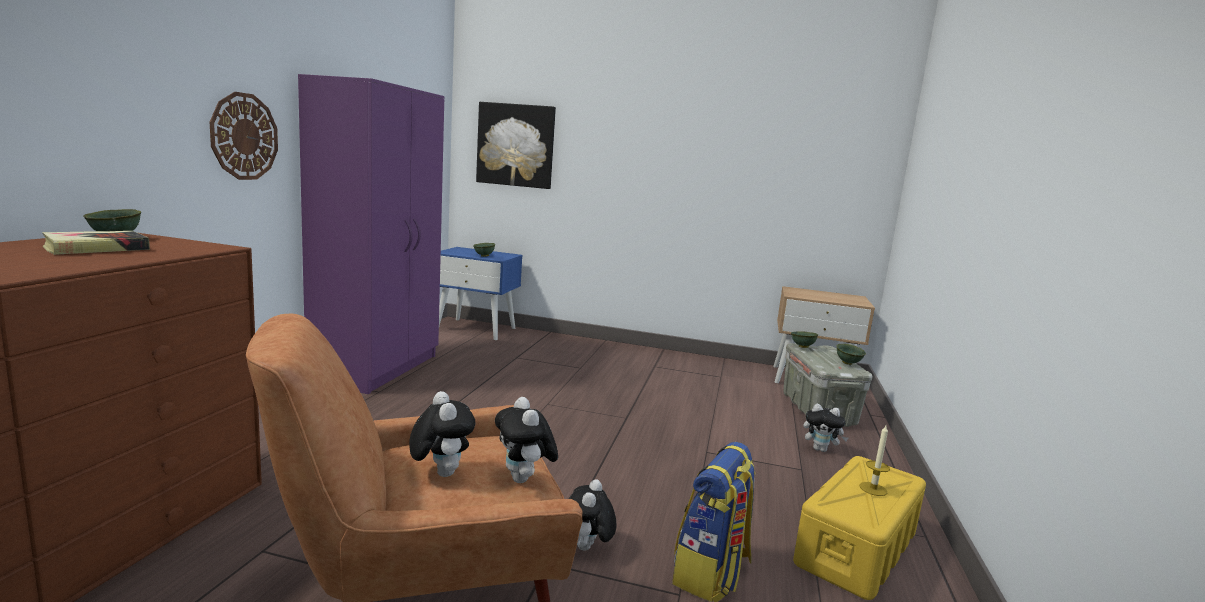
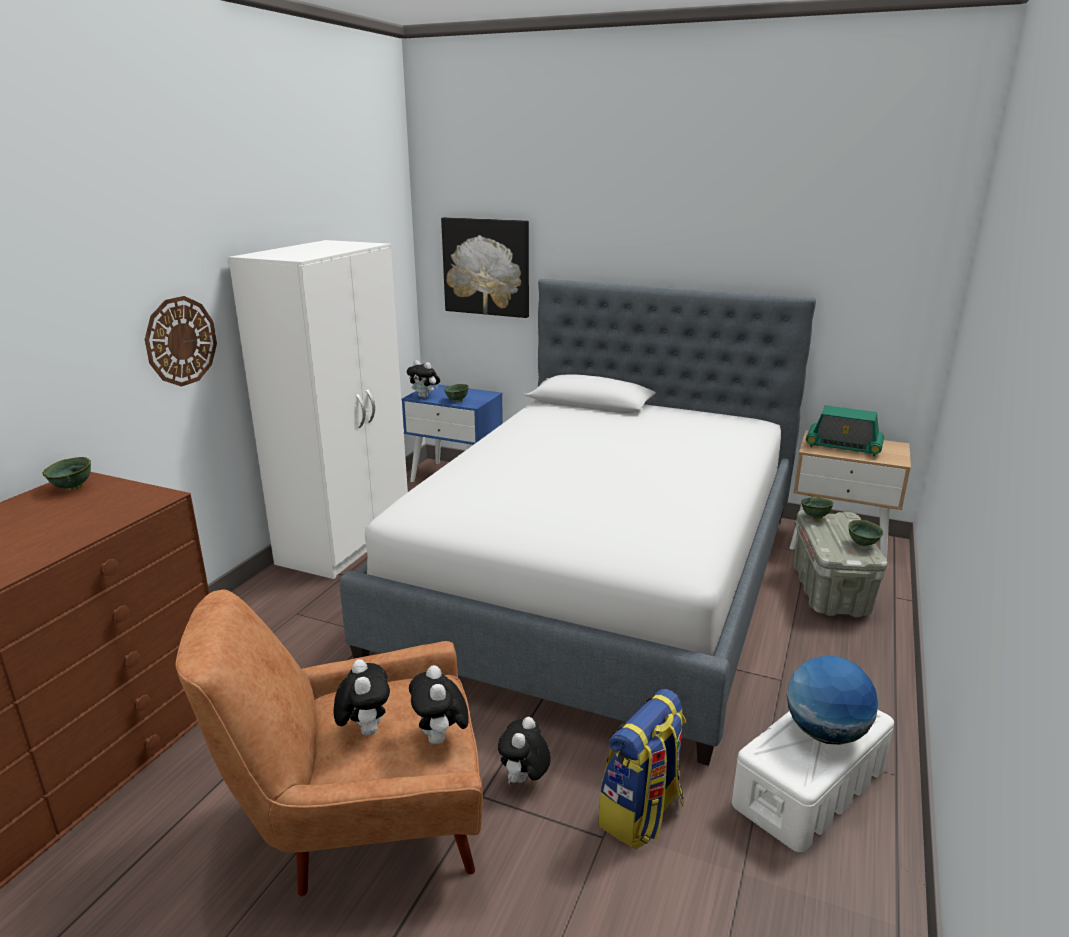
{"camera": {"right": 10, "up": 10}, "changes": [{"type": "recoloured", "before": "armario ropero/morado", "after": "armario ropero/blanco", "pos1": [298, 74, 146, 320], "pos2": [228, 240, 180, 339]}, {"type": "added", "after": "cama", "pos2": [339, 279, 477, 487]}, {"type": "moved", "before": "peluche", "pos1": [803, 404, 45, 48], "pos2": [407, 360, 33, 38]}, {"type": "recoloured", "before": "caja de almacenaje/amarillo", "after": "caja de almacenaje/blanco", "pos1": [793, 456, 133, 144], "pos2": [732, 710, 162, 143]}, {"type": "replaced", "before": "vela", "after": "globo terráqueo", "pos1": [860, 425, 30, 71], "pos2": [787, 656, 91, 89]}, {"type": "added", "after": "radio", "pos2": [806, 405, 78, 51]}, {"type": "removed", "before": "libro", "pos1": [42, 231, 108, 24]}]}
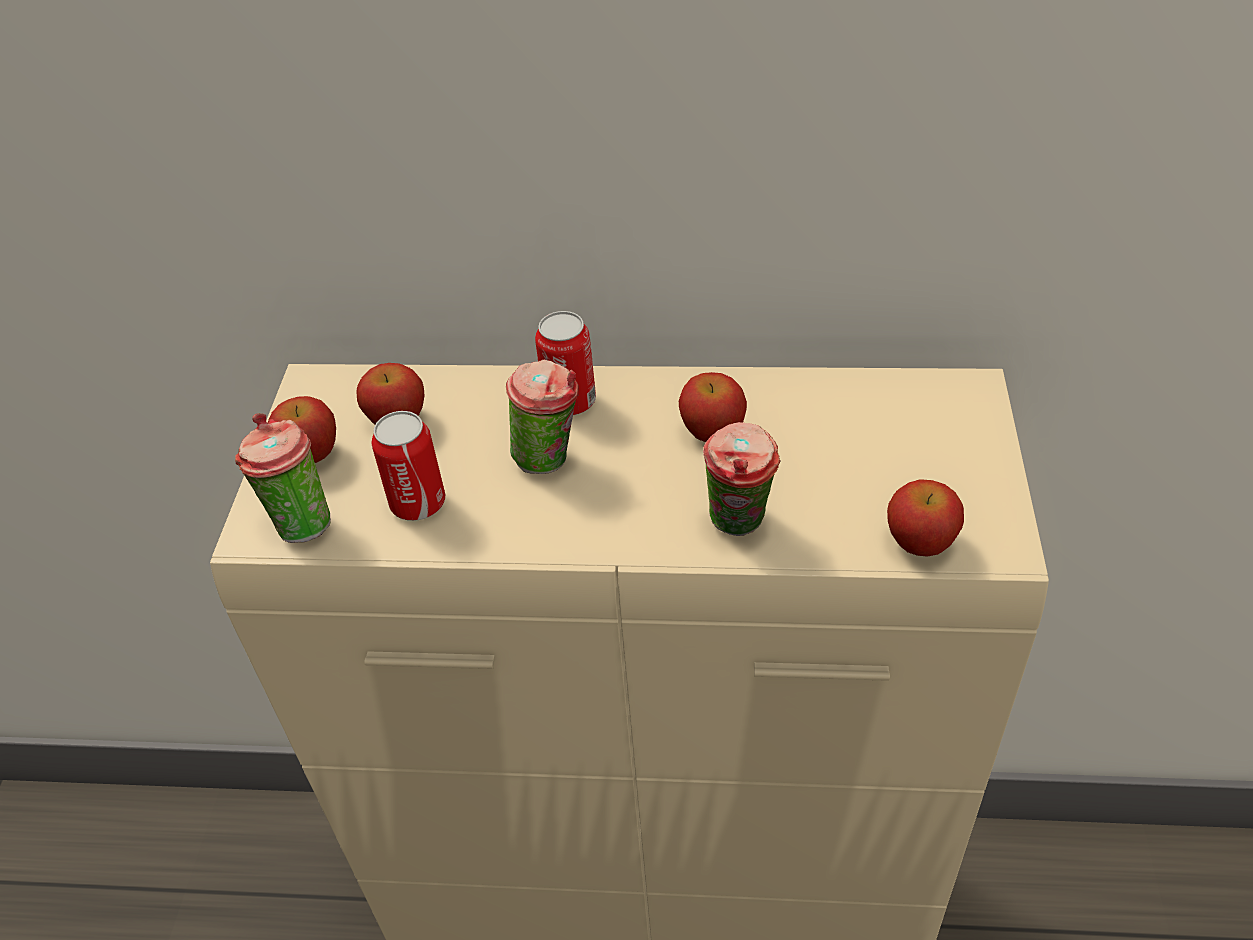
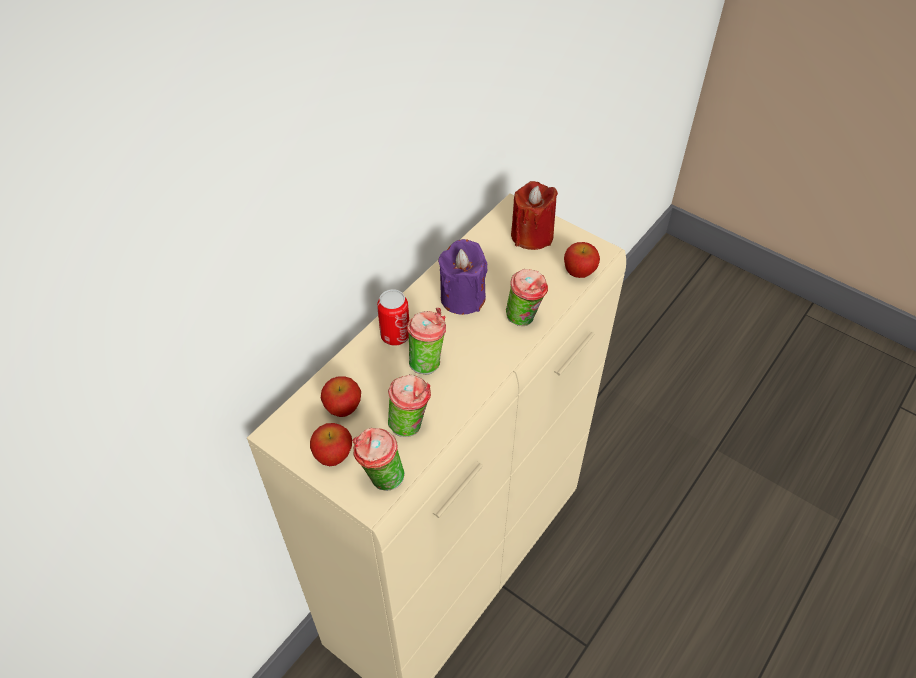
{"camera": {"right": -60, "up": 5}, "changes": [{"type": "replaced", "before": "lata", "after": "taza", "pos1": [372, 411, 73, 110], "pos2": [388, 375, 43, 62]}, {"type": "replaced", "before": "manzana", "after": "vela/morado", "pos1": [679, 372, 68, 70], "pos2": [438, 239, 49, 76]}, {"type": "added", "after": "vela/rojo", "pos2": [511, 181, 47, 69]}]}
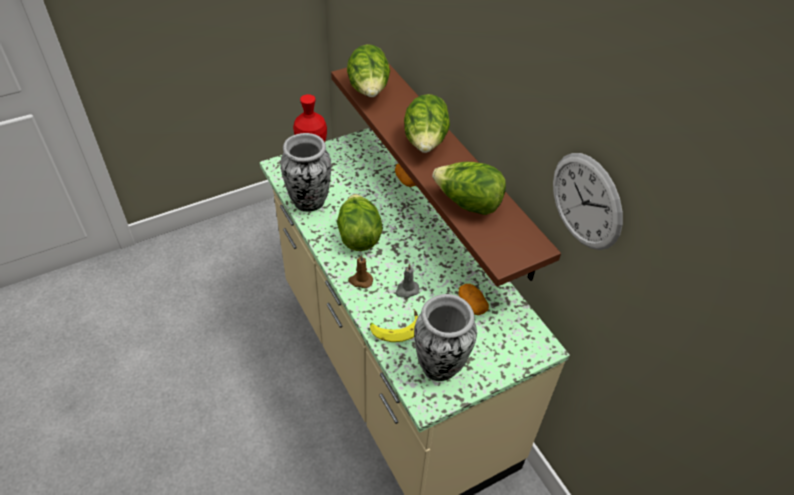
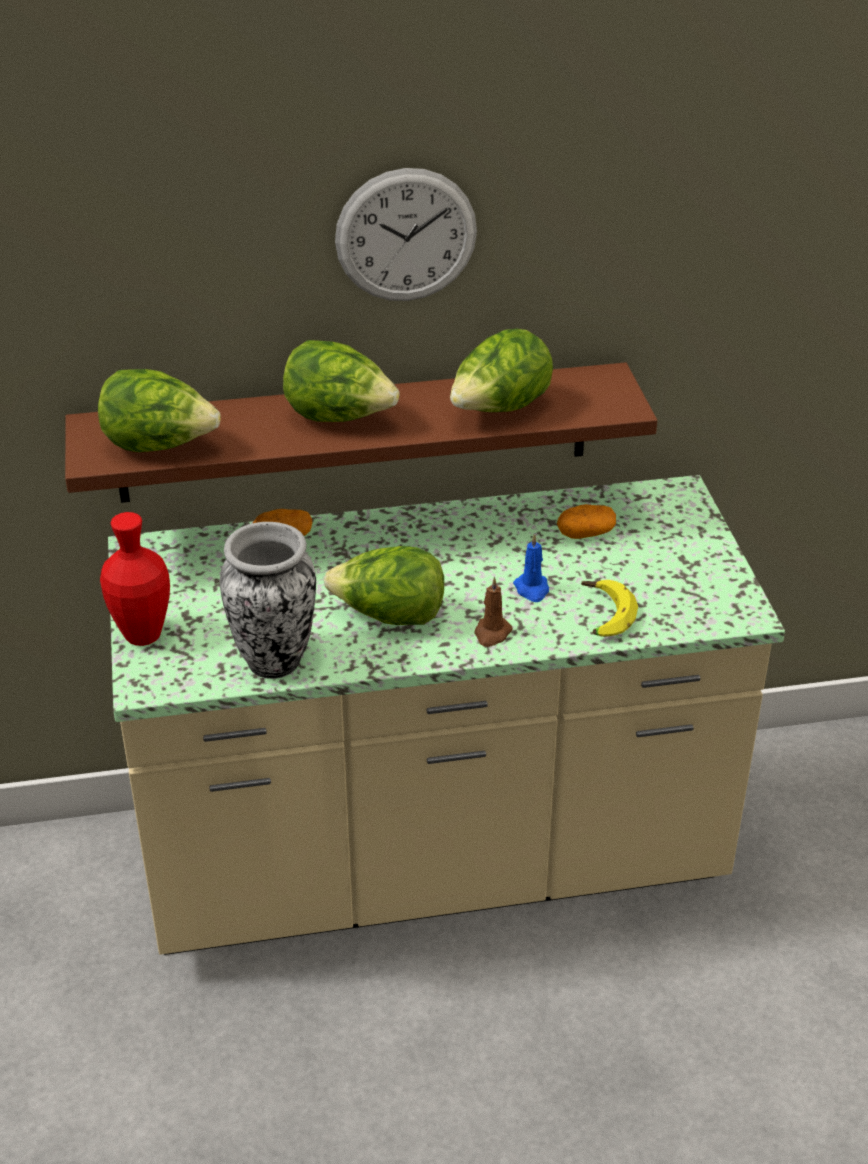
{"camera": {"right": -70, "up": -10}, "changes": [{"type": "moved", "before": "reloj de pared", "pos1": [553, 153, 70, 97], "pos2": [335, 168, 142, 133]}, {"type": "recoloured", "before": "vela/gris", "after": "vela/azul", "pos1": [395, 264, 25, 34], "pos2": [513, 533, 36, 69]}, {"type": "removed", "before": "florero", "pos1": [414, 294, 63, 87]}]}
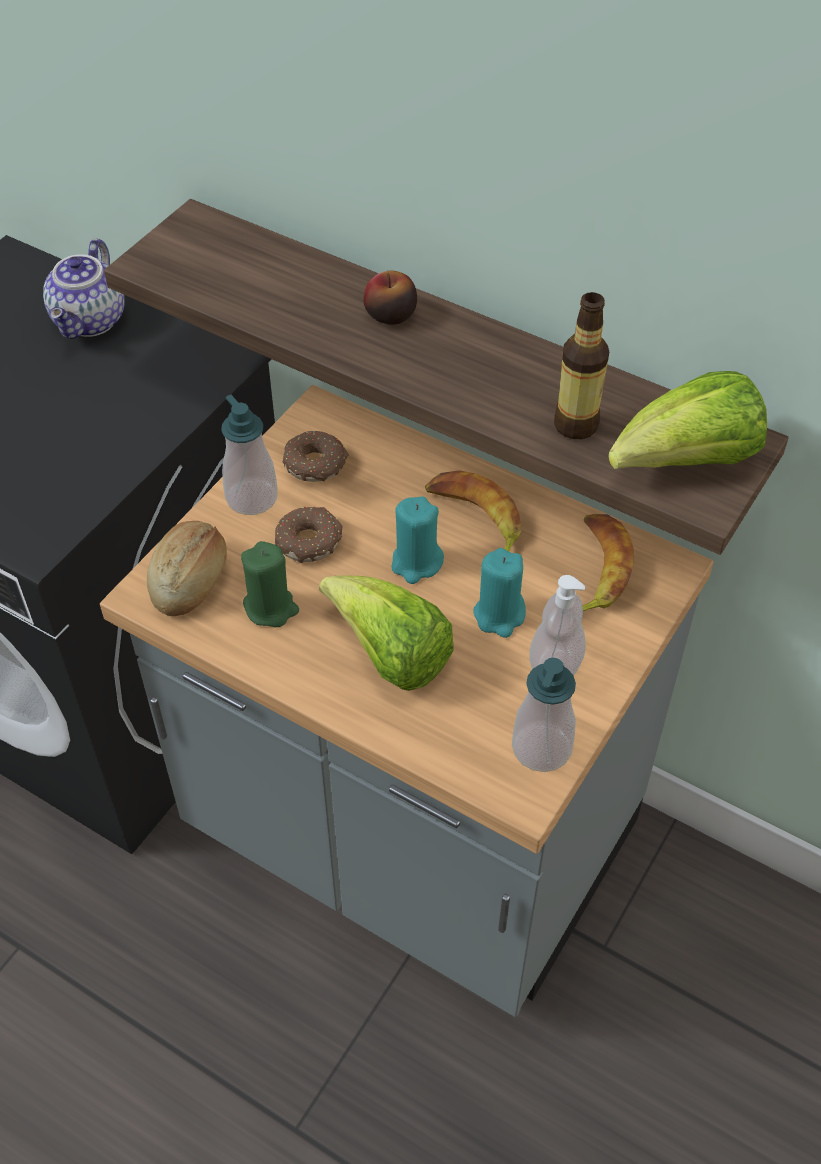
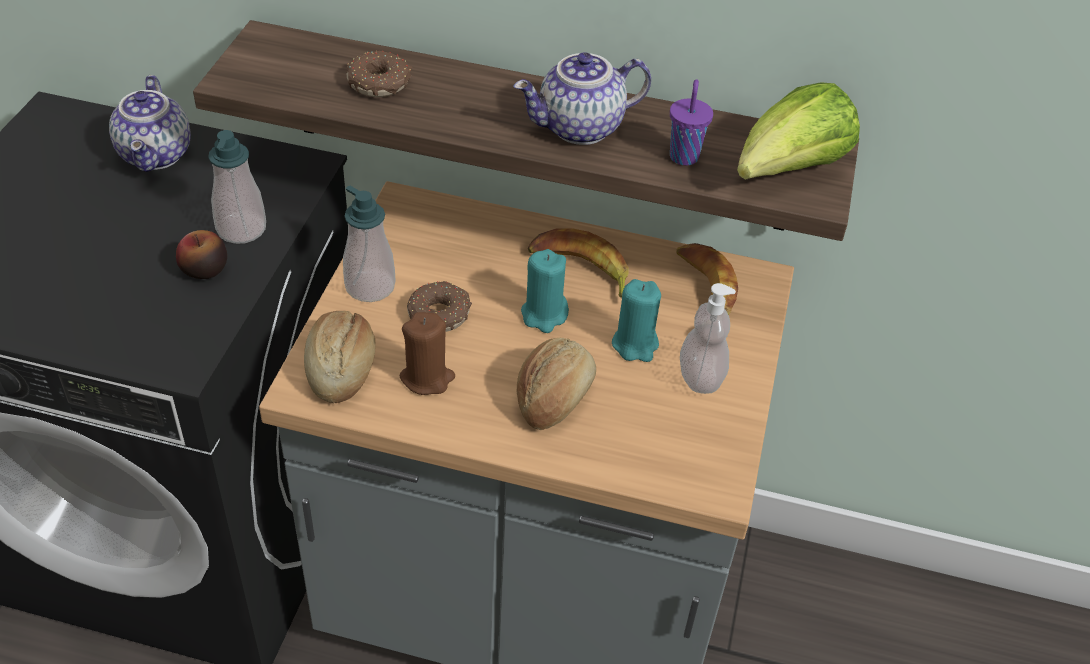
{"camera": {"right": -20, "up": -5}, "changes": [{"type": "moved", "before": "manzana", "pos1": [364, 271, 53, 54], "pos2": [176, 230, 51, 49]}, {"type": "moved", "before": "dispensador de jabón", "pos1": [512, 658, 64, 114], "pos2": [208, 130, 58, 114]}, {"type": "moved", "before": "rosquilla", "pos1": [283, 430, 66, 52], "pos2": [346, 51, 67, 46]}, {"type": "recoloured", "before": "vela/verde", "after": "vela/marrón", "pos1": [241, 541, 58, 86], "pos2": [399, 312, 56, 83]}, {"type": "added", "after": "tetera", "pos2": [513, 52, 138, 93]}, {"type": "replaced", "before": "lechuga", "after": "pan", "pos1": [319, 575, 134, 116], "pos2": [517, 338, 79, 92]}, {"type": "replaced", "before": "botella", "after": "taza/morado", "pos1": [554, 292, 55, 147], "pos2": [670, 79, 43, 87]}]}
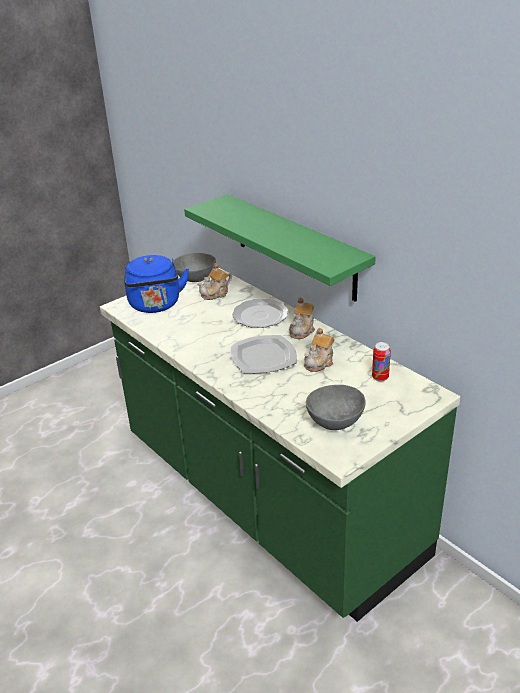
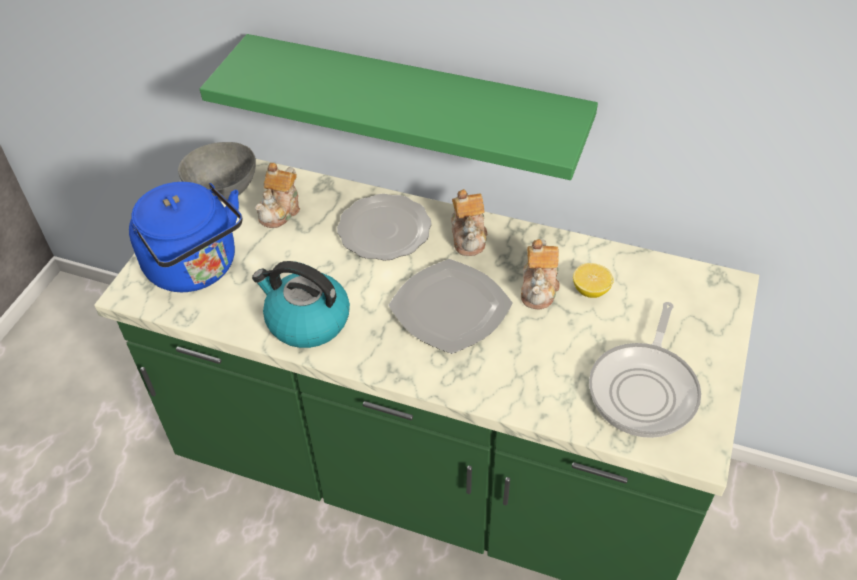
{"camera": {"right": -30, "up": 15}, "changes": [{"type": "added", "after": "hervidor", "pos2": [252, 261, 98, 87]}, {"type": "added", "after": "limón", "pos2": [573, 263, 41, 35]}, {"type": "replaced", "before": "cuenco/gris", "after": "sartén", "pos1": [306, 385, 60, 45], "pos2": [589, 302, 112, 136]}, {"type": "removed", "before": "lata", "pos1": [372, 342, 19, 39]}]}
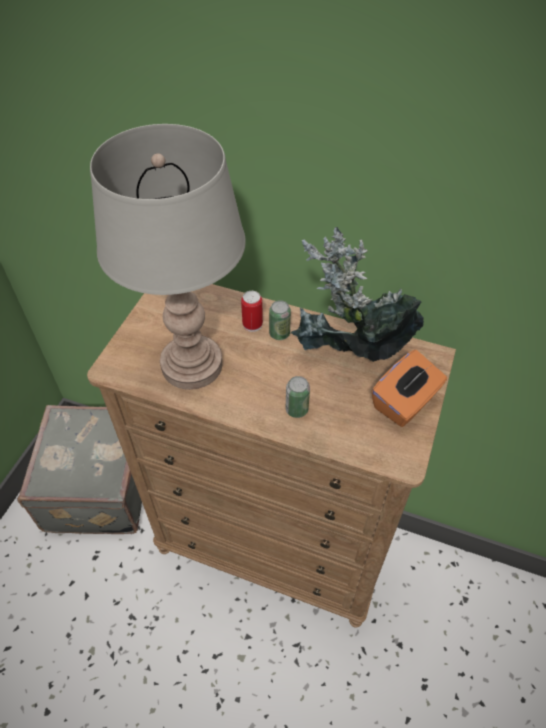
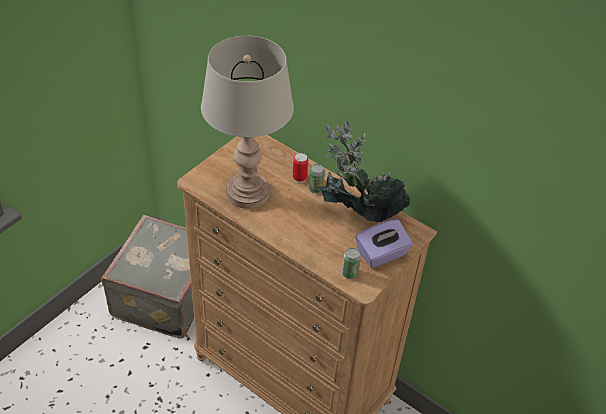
{"camera": {"right": 15, "up": -5}, "changes": [{"type": "moved", "before": "lata", "pos1": [286, 376, 24, 42], "pos2": [342, 248, 19, 31]}, {"type": "recoloured", "before": "caja de pañuelos/naranja", "after": "caja de pañuelos/morado", "pos1": [372, 350, 75, 77], "pos2": [356, 219, 57, 49]}]}
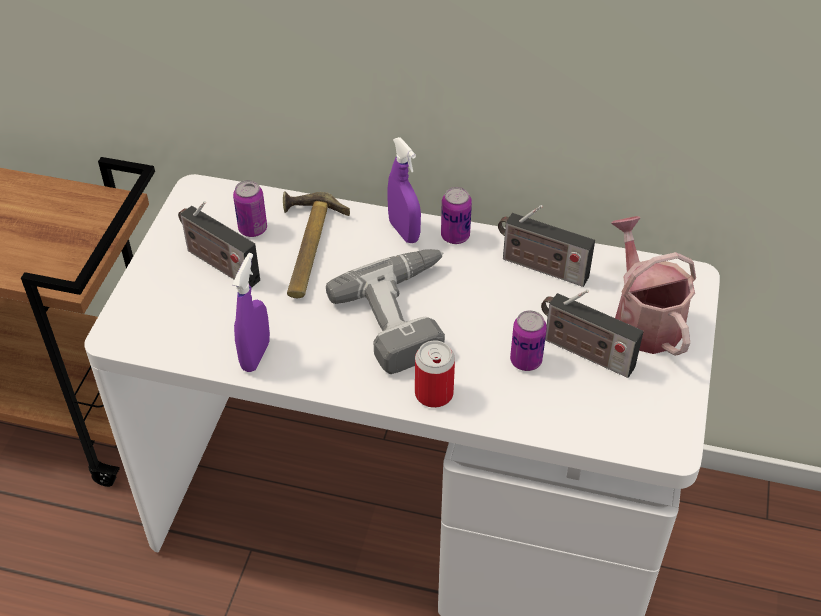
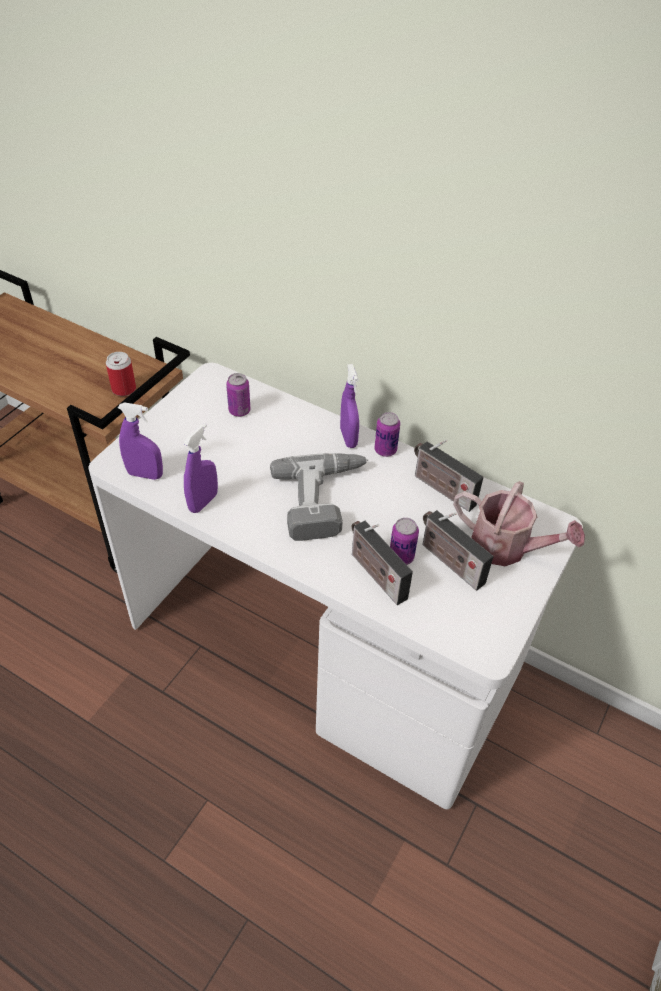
{"camera": {"right": 15, "up": 0}, "changes": [{"type": "moved", "before": "lata", "pos1": [415, 340, 40, 68], "pos2": [106, 352, 30, 44]}, {"type": "added", "after": "pulverizador/morado", "pos2": [118, 402, 45, 78]}, {"type": "moved", "before": "radio", "pos1": [178, 201, 82, 86], "pos2": [352, 521, 61, 84]}, {"type": "turned", "before": "regadera", "pos1": [611, 216, 85, 140], "pos2": [454, 481, 131, 85], "turn": 120}, {"type": "removed", "before": "martillo", "pos1": [283, 191, 67, 107]}]}
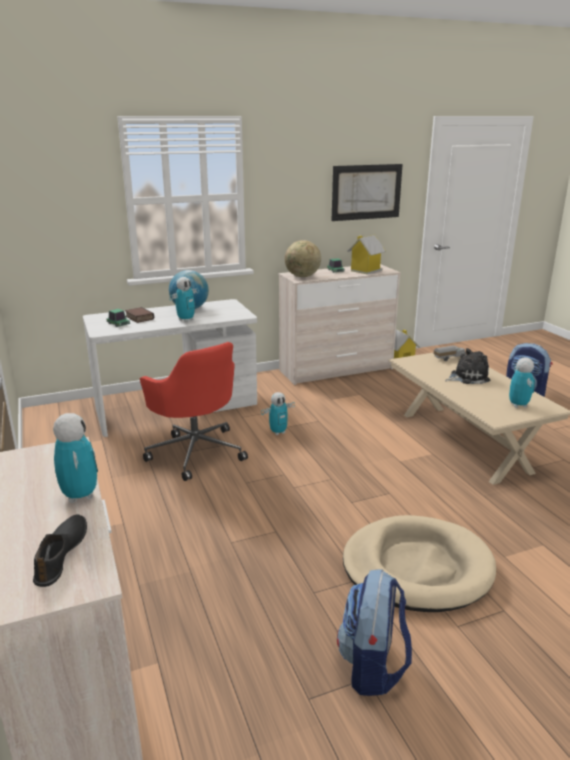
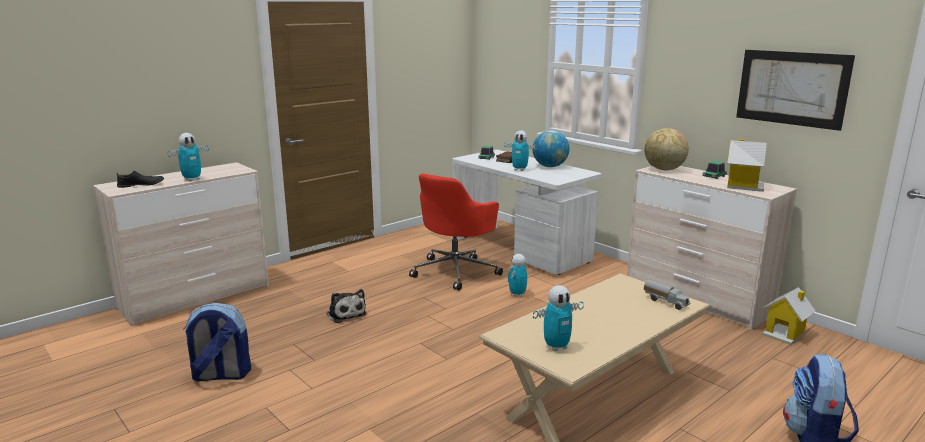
{"camera": {"right": 70, "up": -5}, "changes": [{"type": "moved", "before": "peluche", "pos1": [445, 348, 45, 36], "pos2": [327, 289, 39, 34]}, {"type": "turned", "before": "robot de juguete", "pos1": [261, 392, 34, 43], "pos2": [508, 254, 19, 43], "turn": 75}, {"type": "removed", "before": "cama para perro/beis", "pos1": [343, 515, 153, 97]}]}
